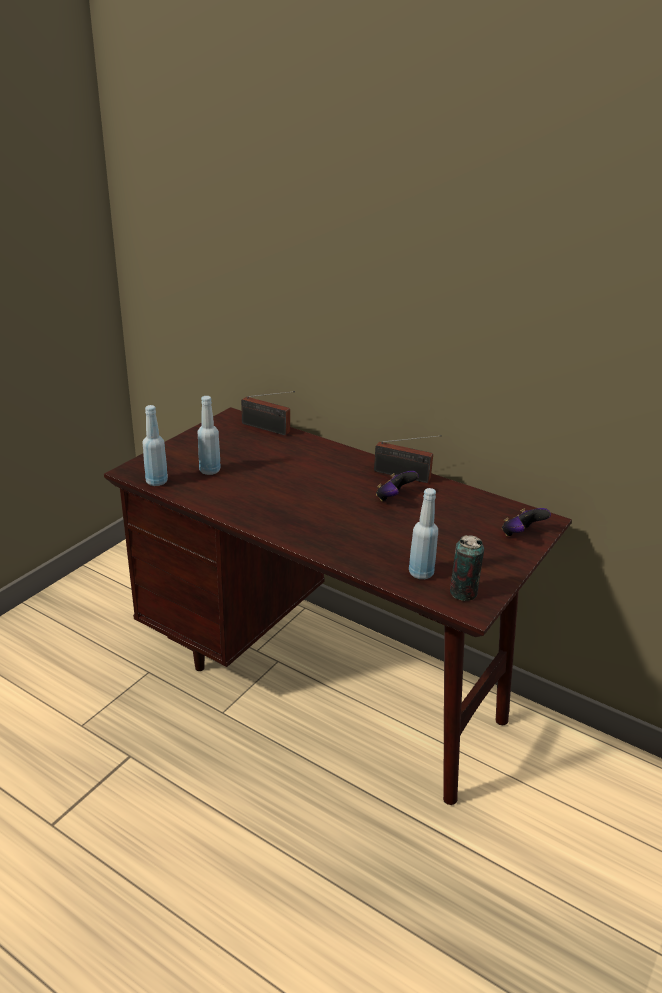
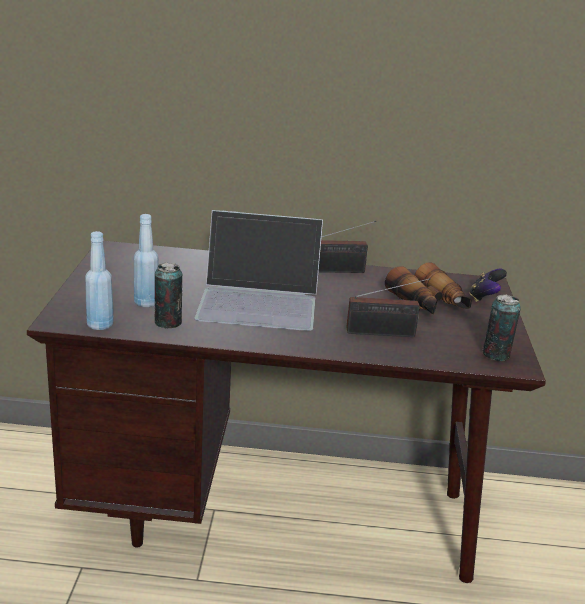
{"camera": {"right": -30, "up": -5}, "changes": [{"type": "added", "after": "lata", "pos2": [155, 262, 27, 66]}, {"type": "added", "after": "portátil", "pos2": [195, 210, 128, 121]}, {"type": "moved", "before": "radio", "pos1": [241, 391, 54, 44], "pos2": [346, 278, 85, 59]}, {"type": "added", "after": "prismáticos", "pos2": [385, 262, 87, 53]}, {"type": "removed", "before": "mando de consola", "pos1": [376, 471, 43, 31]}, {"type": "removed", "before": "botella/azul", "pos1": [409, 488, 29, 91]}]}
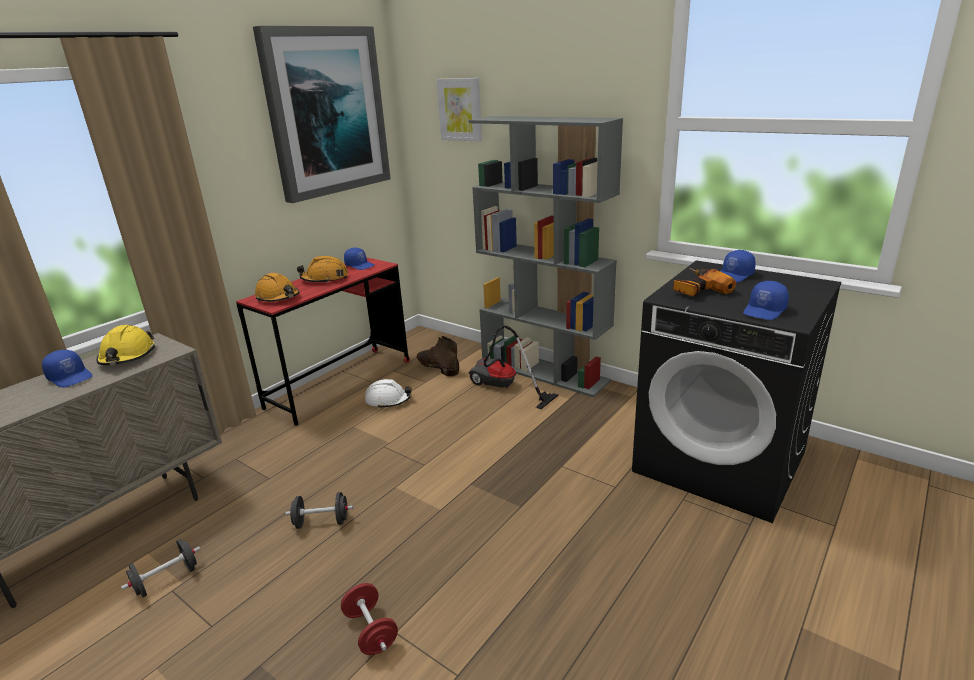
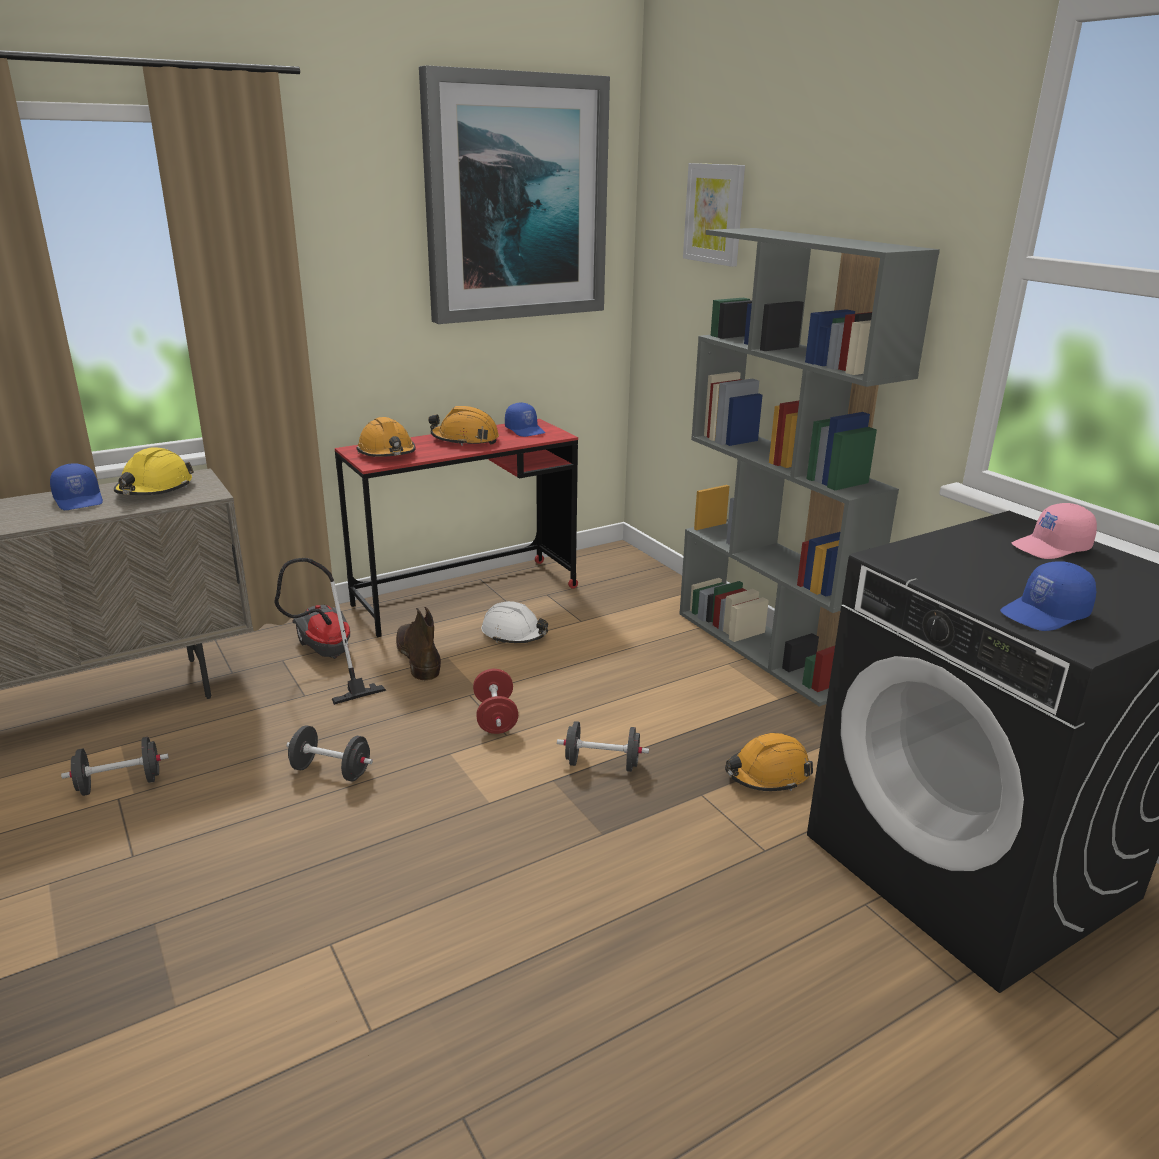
{"camera": {"right": 20, "up": 0}, "changes": [{"type": "moved", "before": "aspiradora", "pos1": [469, 325, 90, 85], "pos2": [275, 558, 112, 147]}, {"type": "moved", "before": "bota/marrón", "pos1": [417, 336, 42, 41], "pos2": [396, 607, 45, 74]}, {"type": "moved", "before": "mancuerna/rojo", "pos1": [341, 583, 57, 72], "pos2": [473, 669, 45, 65]}, {"type": "added", "after": "mancuerna/negro", "pos2": [557, 721, 92, 51]}, {"type": "added", "after": "casco/naranja", "pos2": [725, 733, 88, 58]}, {"type": "recoloured", "before": "gorra/azul", "after": "gorra/rosa", "pos1": [720, 250, 36, 32], "pos2": [1012, 503, 85, 56]}, {"type": "removed", "before": "taladro", "pos1": [673, 268, 63, 29]}]}
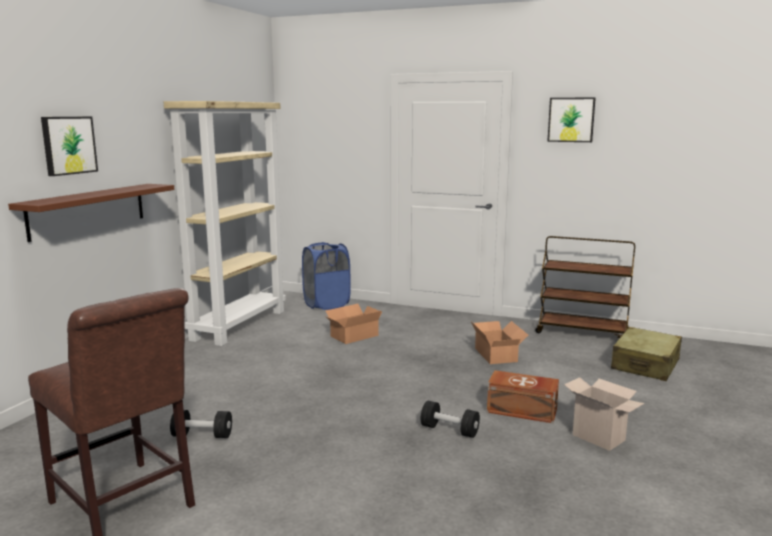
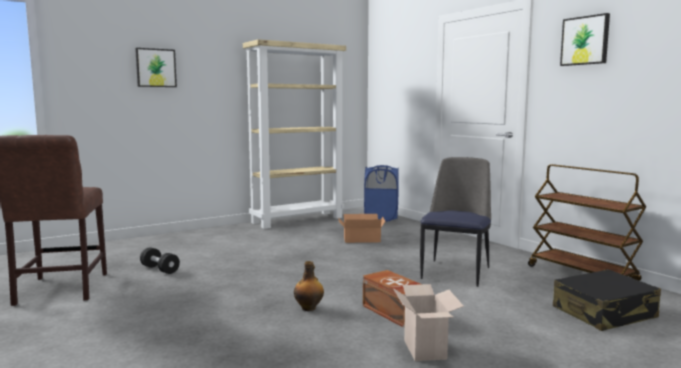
{"camera": {"right": 35, "up": -5}, "changes": [{"type": "replaced", "before": "mancuerna/negro", "after": "botella", "pos1": [421, 401, 59, 37], "pos2": [294, 261, 30, 50]}, {"type": "replaced", "before": "caja de cartón", "after": "silla", "pos1": [471, 321, 57, 43], "pos2": [420, 157, 71, 130]}, {"type": "recoloured", "before": "maleta/beis", "after": "maleta/negro", "pos1": [611, 327, 71, 54], "pos2": [553, 269, 108, 62]}, {"type": "removed", "before": "estante/marrón", "pos1": [8, 184, 166, 58]}]}
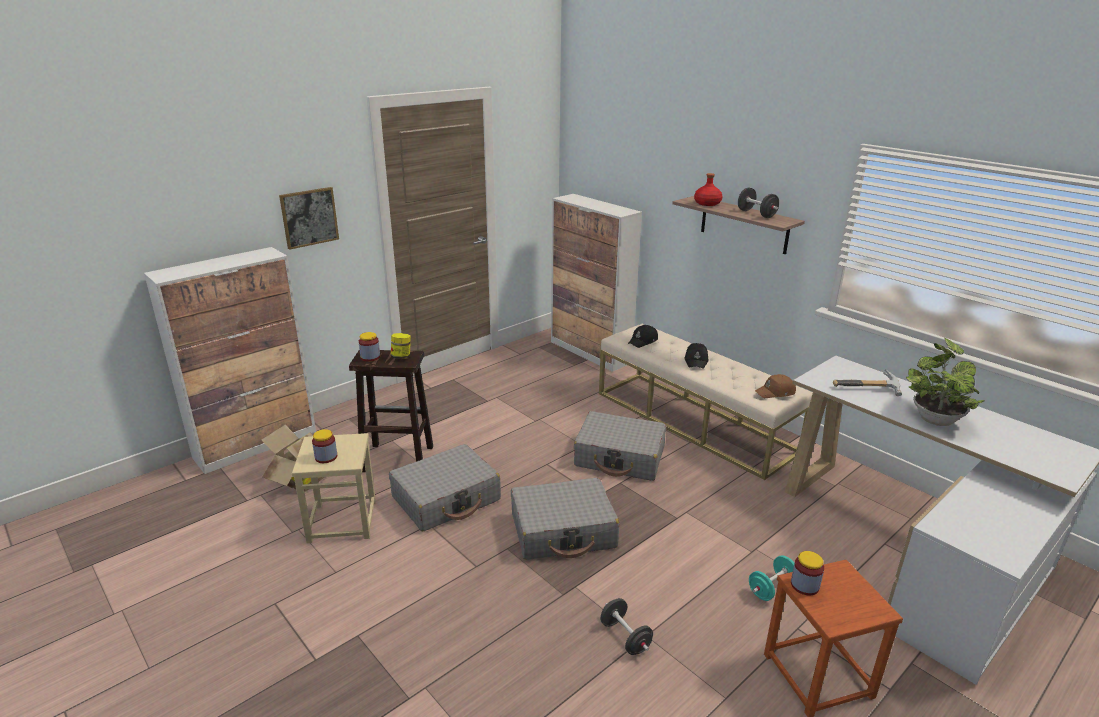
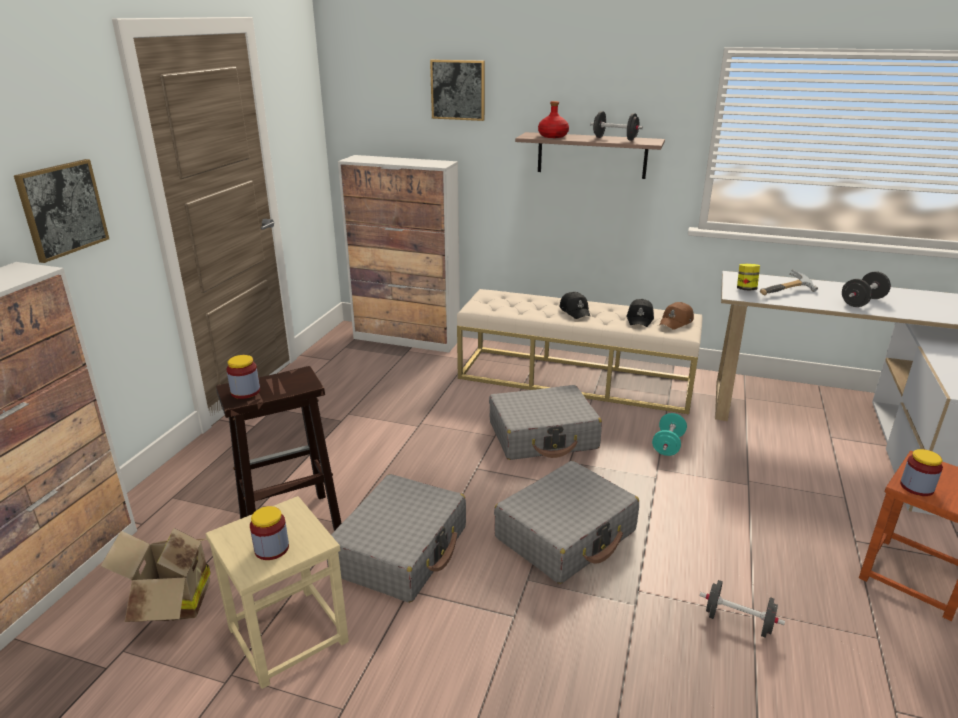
{"camera": {"right": -30, "up": 0}, "changes": [{"type": "added", "after": "cuadro", "pos2": [430, 59, 55, 62]}, {"type": "moved", "before": "gorra/negro", "pos1": [628, 325, 30, 23], "pos2": [626, 299, 28, 28]}, {"type": "moved", "before": "mancuerna/turquesa", "pos1": [749, 555, 45, 46], "pos2": [652, 413, 35, 43]}, {"type": "moved", "before": "tarro", "pos1": [391, 333, 20, 26], "pos2": [737, 264, 23, 26]}, {"type": "replaced", "before": "planta en maceta", "after": "mancuerna/negro", "pos1": [906, 337, 79, 89], "pos2": [842, 271, 49, 36]}]}
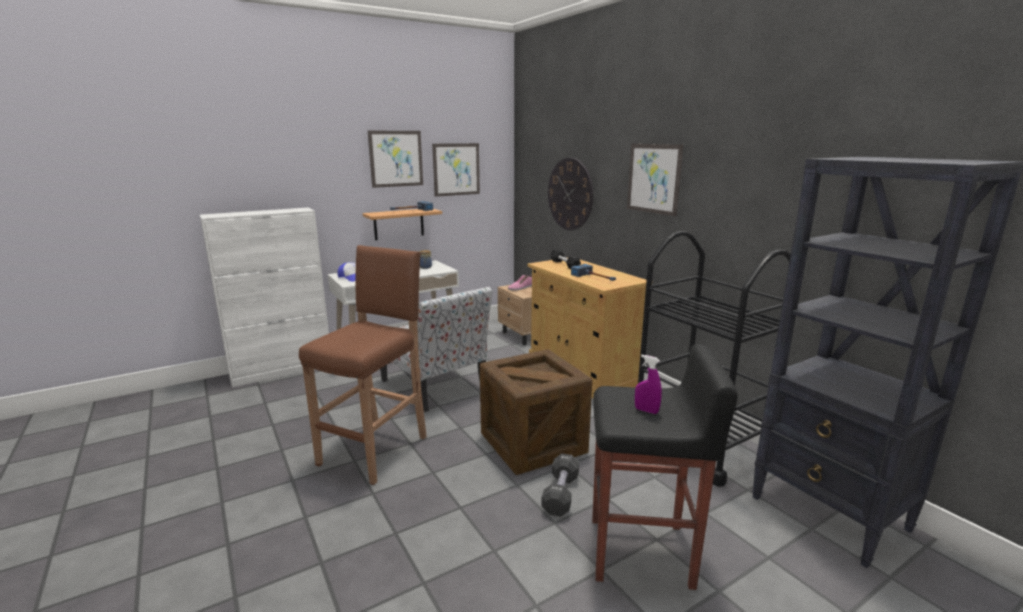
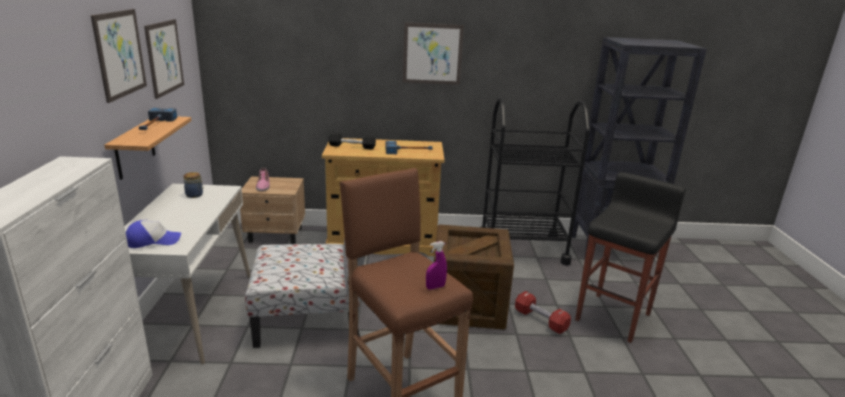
{"camera": {"right": -60, "up": 5}, "changes": [{"type": "moved", "before": "pulverizador/morado", "pos1": [635, 355, 27, 59], "pos2": [426, 241, 21, 49]}, {"type": "recoloured", "before": "mancuerna/negro", "after": "mancuerna/rojo", "pos1": [541, 453, 38, 64], "pos2": [515, 291, 56, 43]}, {"type": "removed", "before": "reloj de pared", "pos1": [548, 158, 45, 72]}]}
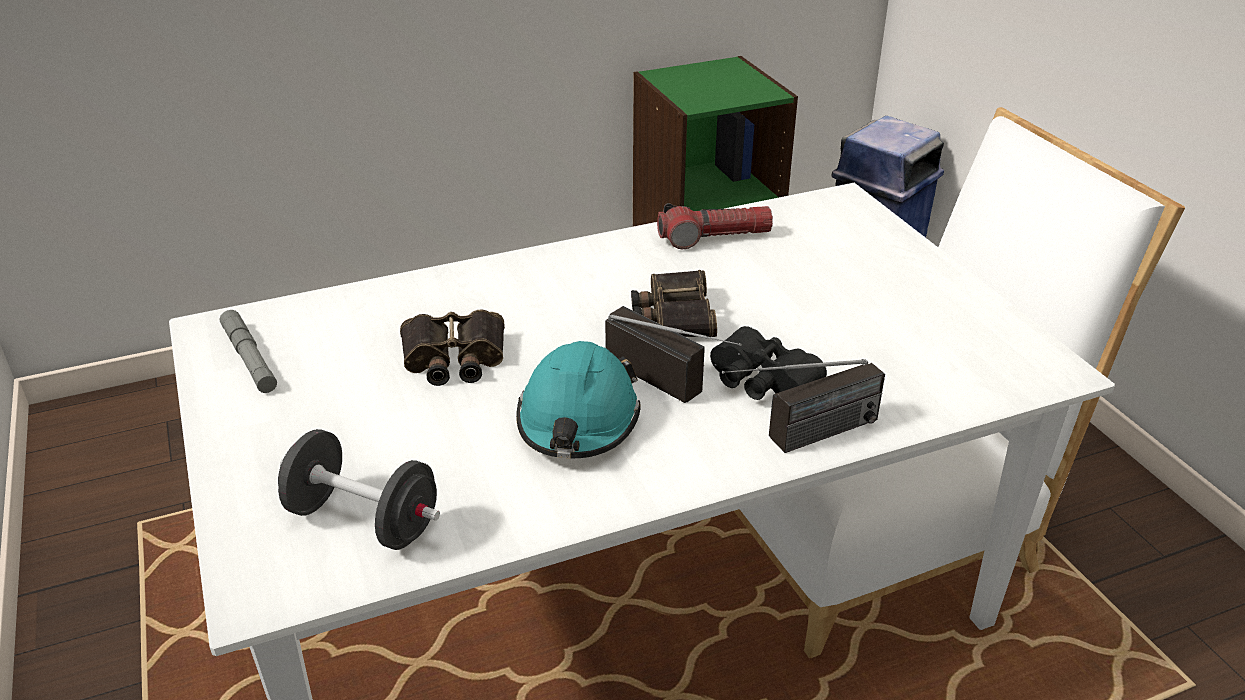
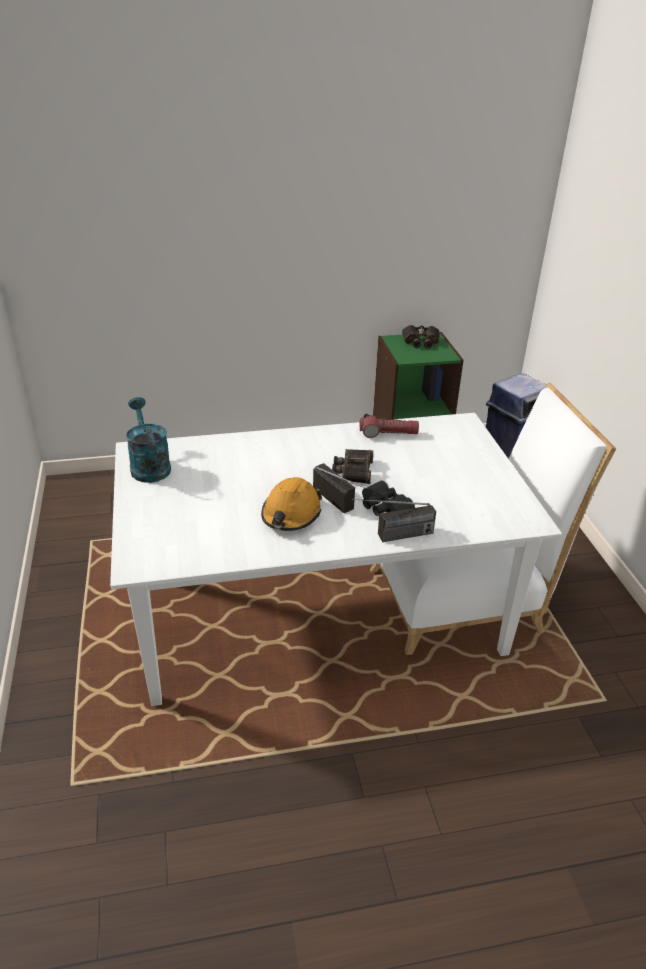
{"camera": {"right": 10, "up": 0}, "changes": [{"type": "replaced", "before": "linterna/gris", "after": "regadera/turquesa", "pos1": [220, 310, 57, 83], "pos2": [126, 397, 45, 86]}, {"type": "recoloured", "before": "casco/turquesa", "after": "casco/naranja", "pos1": [516, 341, 125, 118], "pos2": [261, 477, 61, 54]}, {"type": "moved", "before": "prismáticos", "pos1": [400, 309, 105, 77], "pos2": [402, 325, 38, 24]}, {"type": "removed", "before": "mancuerna/negro", "pos1": [278, 429, 162, 121]}]}
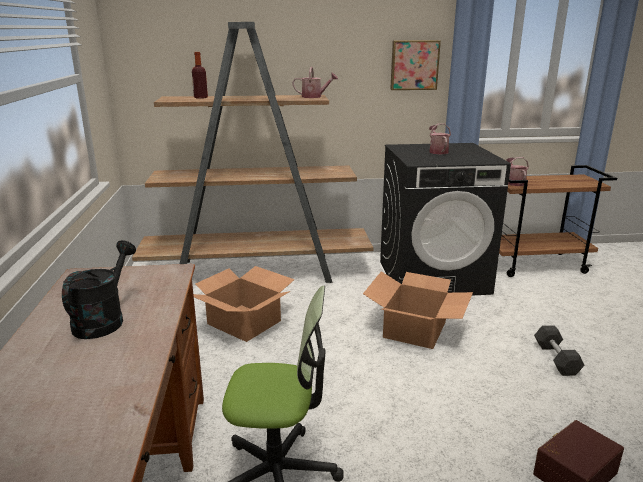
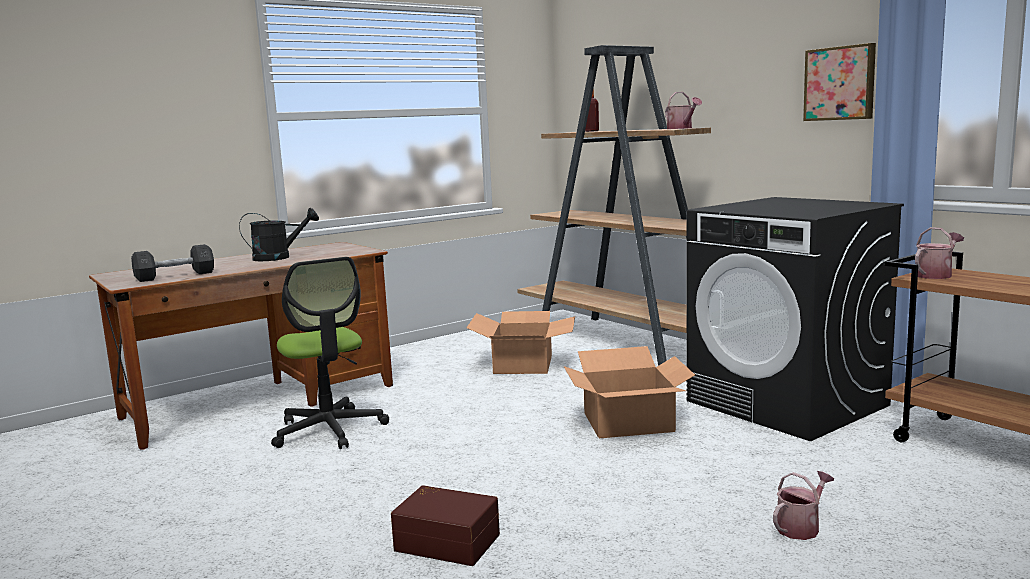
{"camera": {"right": 60, "up": -10}, "changes": [{"type": "moved", "before": "mancuerna/gris", "pos1": [534, 325, 51, 51], "pos2": [131, 244, 83, 38]}, {"type": "moved", "before": "regadera", "pos1": [429, 123, 22, 31], "pos2": [773, 471, 61, 69]}]}
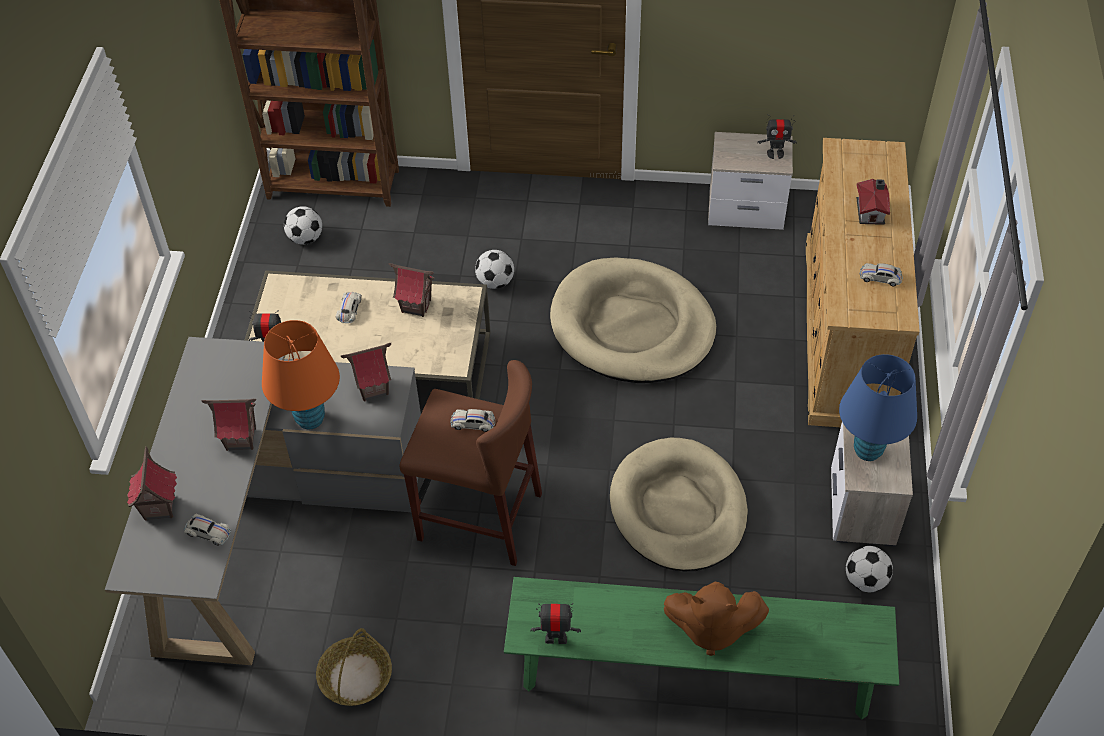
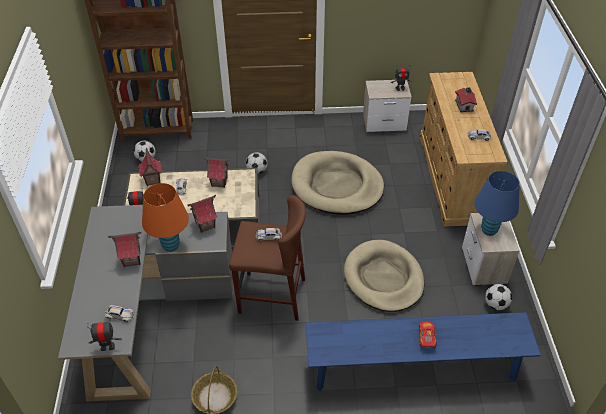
{"camera": {"right": -10, "up": -5}, "changes": [{"type": "moved", "before": "robot de juguete", "pos1": [531, 603, 50, 41], "pos2": [87, 320, 35, 31]}, {"type": "moved", "before": "casita", "pos1": [127, 446, 50, 75], "pos2": [139, 148, 23, 38]}, {"type": "recoloured", "before": "banco/verde", "after": "banco/azul", "pos1": [504, 577, 395, 143], "pos2": [305, 312, 236, 79]}, {"type": "replaced", "before": "peluche/marrón", "after": "coche de juguete", "pos1": [664, 582, 105, 74], "pos2": [419, 321, 18, 27]}]}
